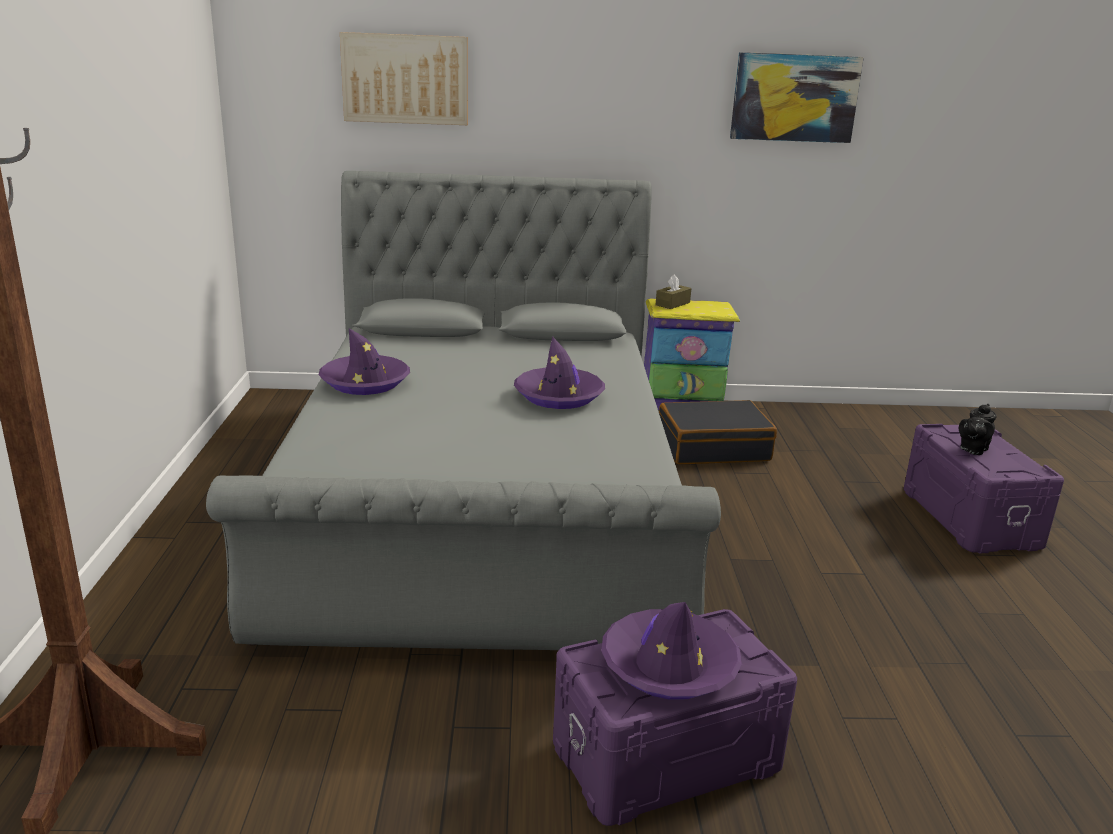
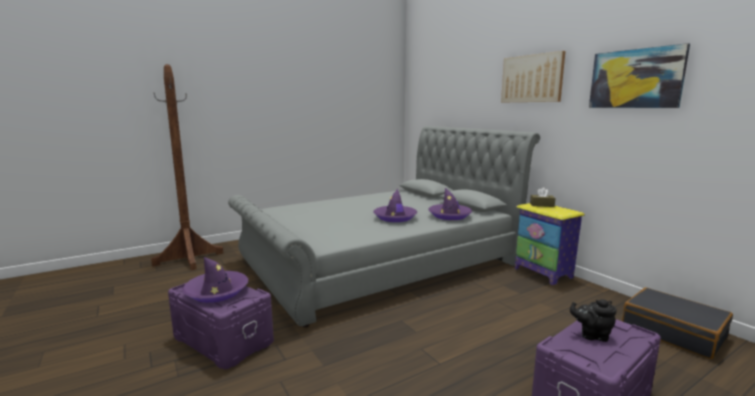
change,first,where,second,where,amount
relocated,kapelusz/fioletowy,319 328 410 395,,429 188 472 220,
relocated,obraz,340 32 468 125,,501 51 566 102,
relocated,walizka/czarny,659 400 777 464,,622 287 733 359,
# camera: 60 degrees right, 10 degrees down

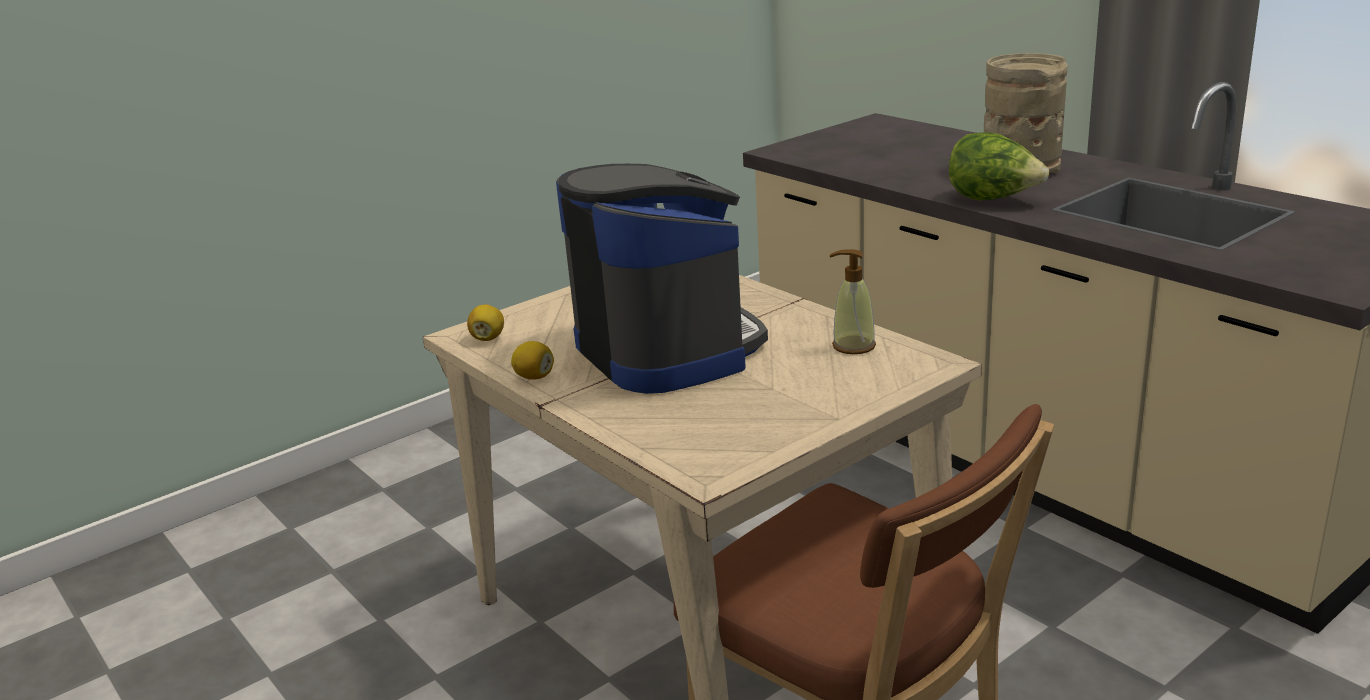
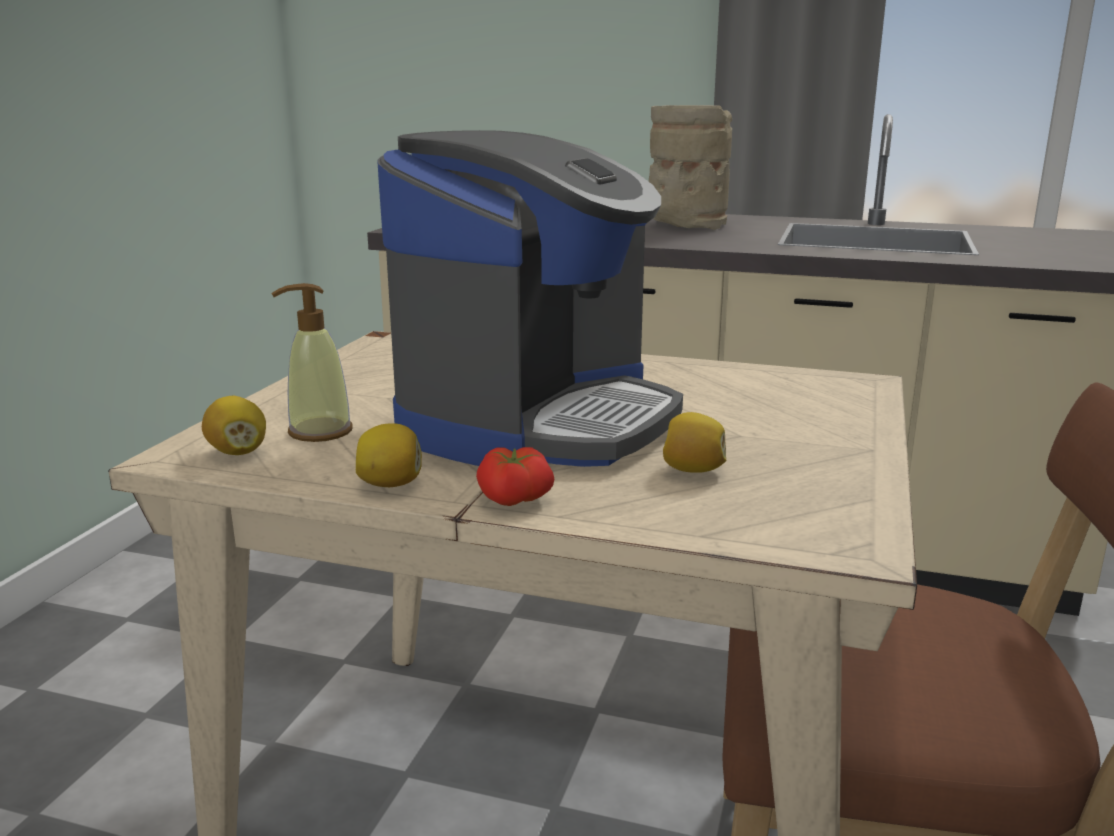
change,first,where,second,where,amount
spun,ekspres do kawy,556 164 768 394,,377 130 683 467,90 degrees clockwise
relocated,dozownik mydła,830 249 876 354,,271 283 353 442,
missing,sałata,949 133 1049 201,,,
appeared,,,pomidor,476 447 554 506,
appeared,,,cytryna,663 412 727 473,
# camera: 35 degrees left, 5 degrees down

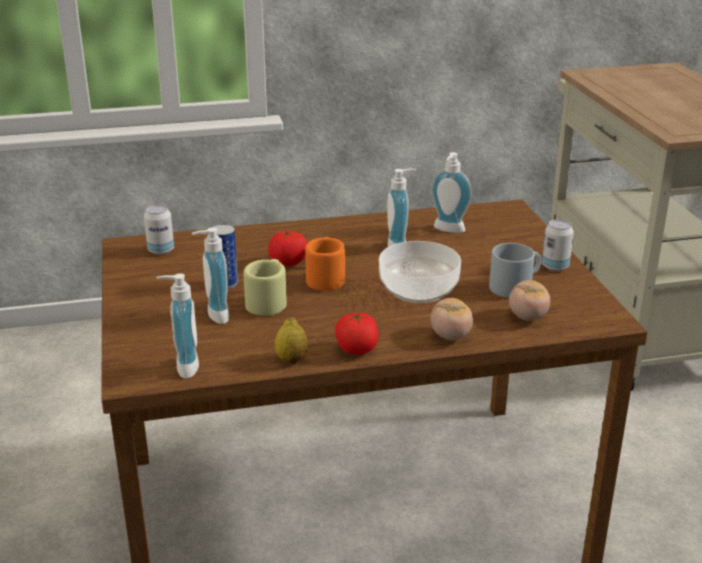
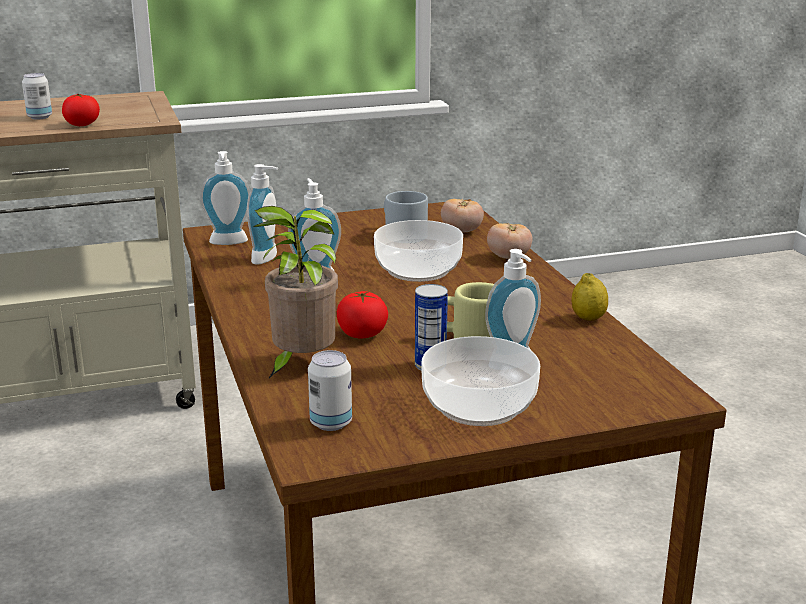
change,first,where,second,where,amount
relocated,dozownik mydła,156 274 199 379,,200 151 250 245,
missing,kubek/pomarańczowy,305 237 345 291,,,
relocated,pomidor,335 311 378 354,,62 94 100 126,
relocated,puszka,542 219 574 271,,22 73 52 119,
appeared,,,roślina doniczkowa,253 206 338 379,
appeared,,,miska,422 336 540 426,
# camera: 95 degrees left, 5 degrees down

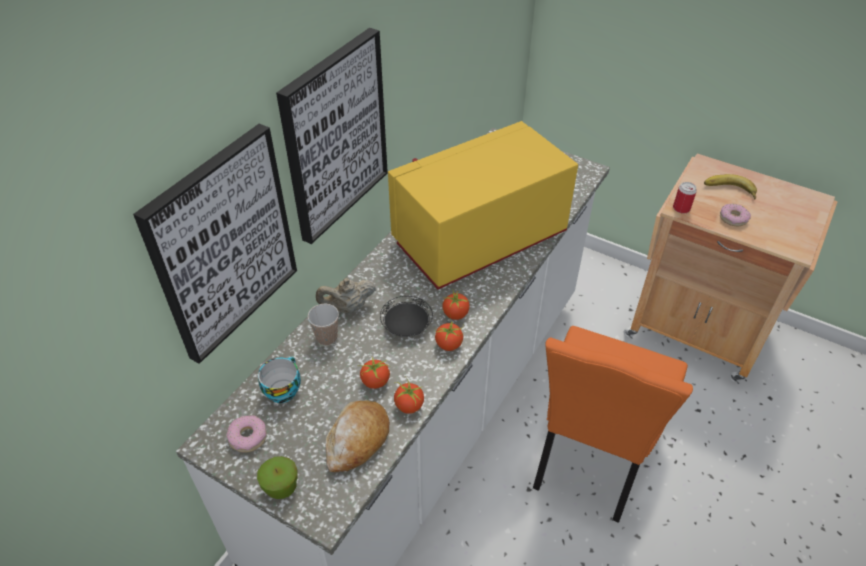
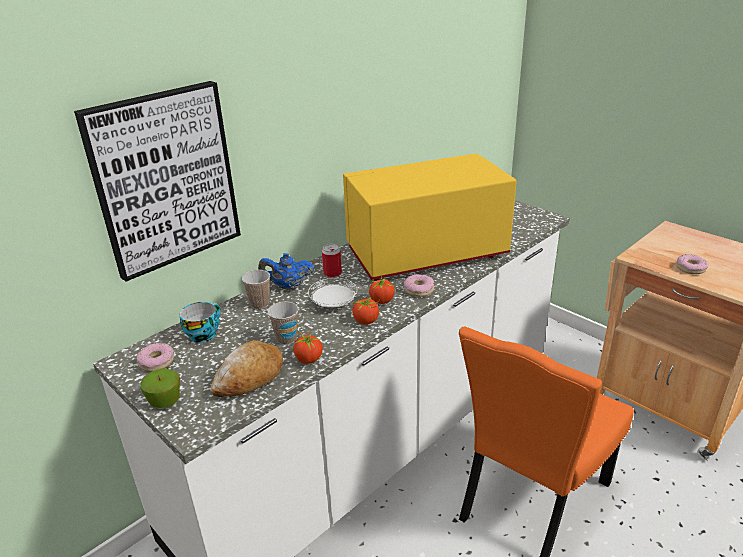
change,first,where,second,where,amount
missing,obraz,276 28 388 244,,,
colour,imbryk/beżowy,316 278 376 314,imbryk/niebieski,258 253 314 289,
exchanged,pomidor,357 357 390 389,filiżanka,268 302 299 345,
colour,talerz/czarny,380 296 433 337,talerz/biały,308 278 357 307,
relocated,puszka,673 182 697 214,,322 244 342 278,
missing,banan,704 174 757 200,,,
appeared,,,donut,404 274 434 297,
# camera: 15 degrees right, 15 degrees down

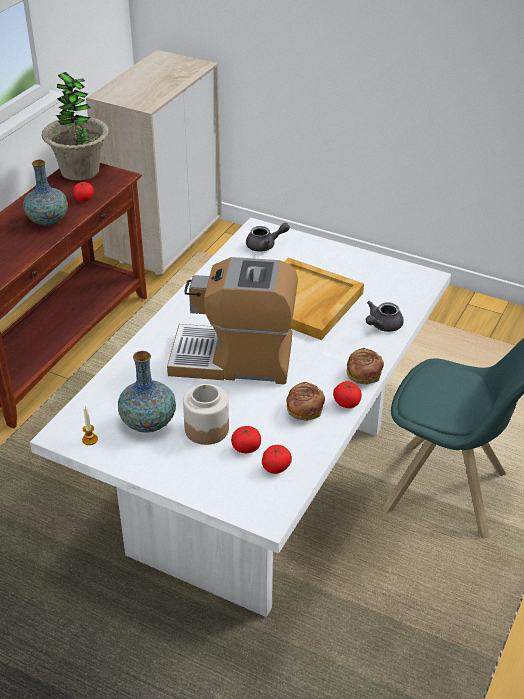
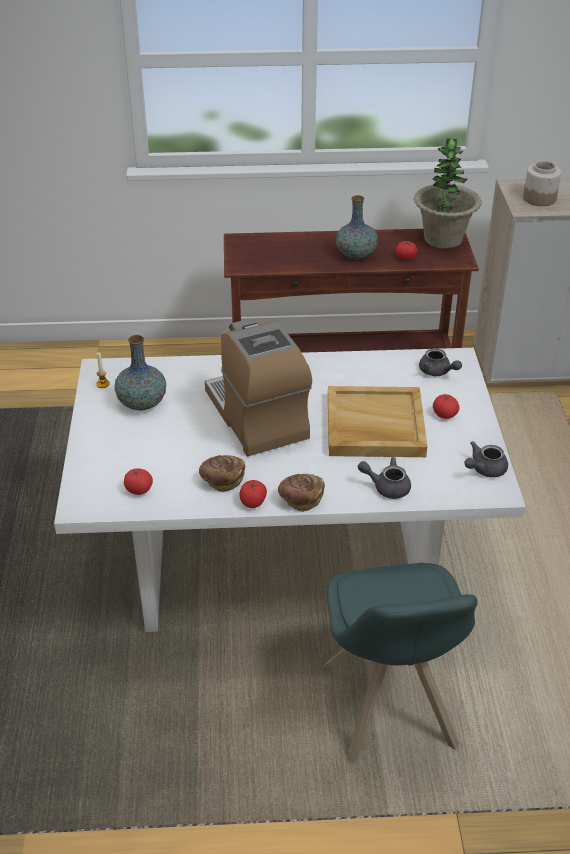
change,first,where,second,where,amount
relocated,słoik,183 384 229 445,,523 161 561 206,
relocated,pomidor,231 426 261 453,,433 394 460 419,
appeared,,,imbryk/szary,464 441 508 477,
# camera: 60 degrees right, 0 degrees up

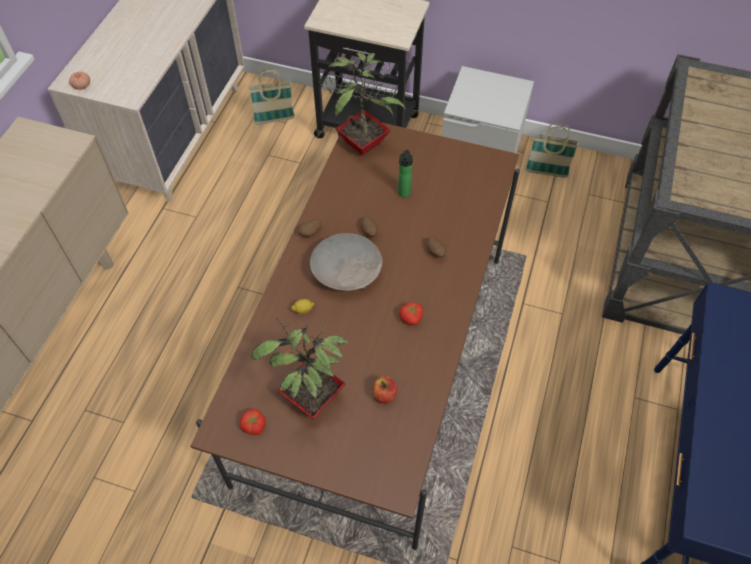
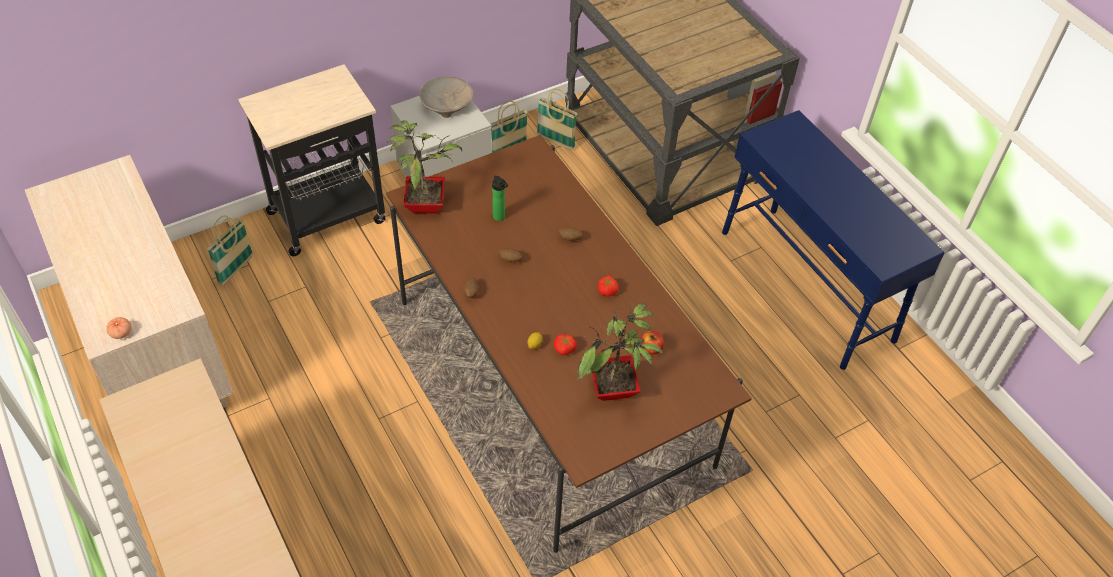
change,first,where,second,where,amount
relocated,pomidor,239 409 266 435,,554 334 577 355,
relocated,miska/beżowy,310 233 382 291,,419 76 473 118,
appeared,,,koszyk,536 89 578 150,
# camera: 50 degrees left, 5 degrees down

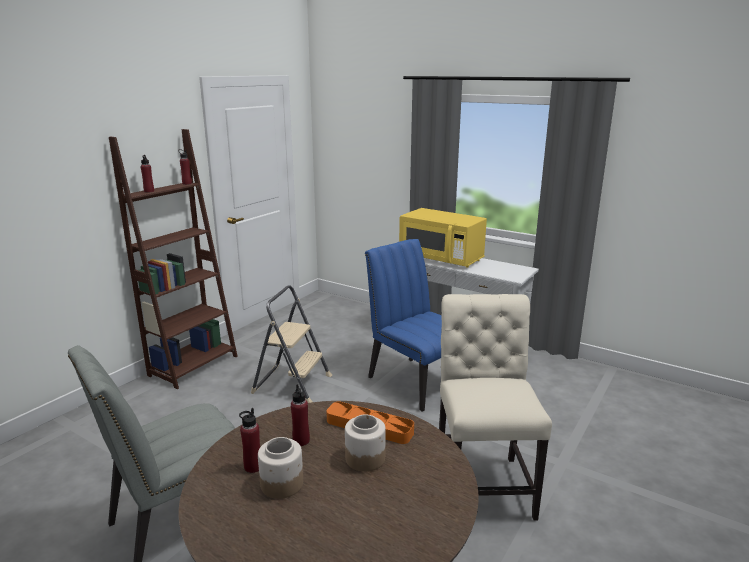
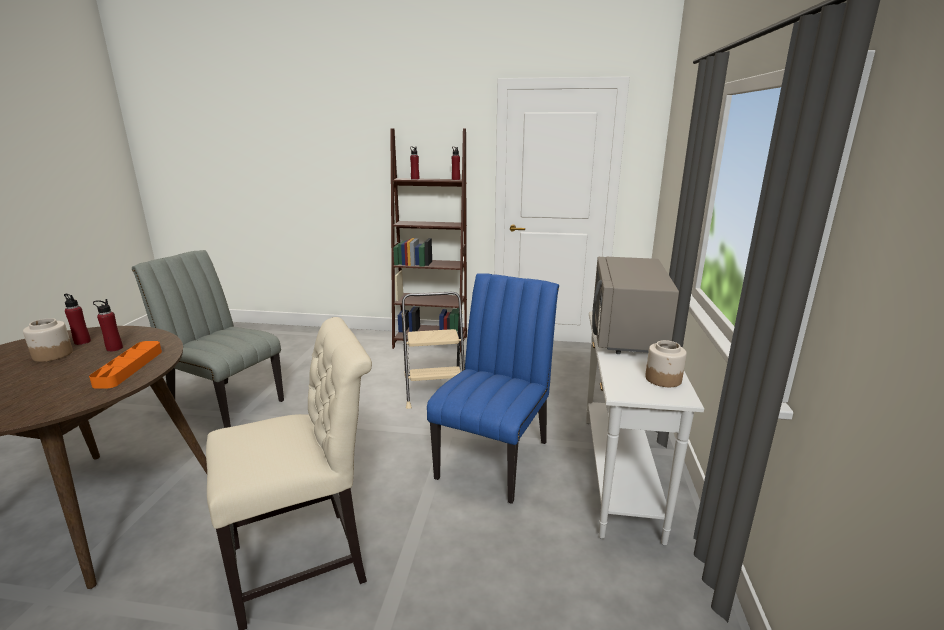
change,first,where,second,where,amount
relocated,słoik,345 414 386 472,,645 340 687 387,
colour,mikrofalówka/żółty,399 208 487 268,mikrofalówka/szary,592 257 679 354,
# camera: 65 degrees right, 0 degrees up

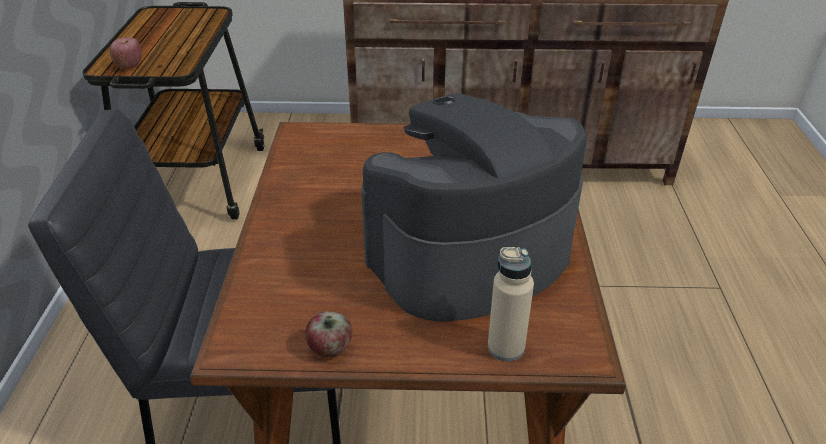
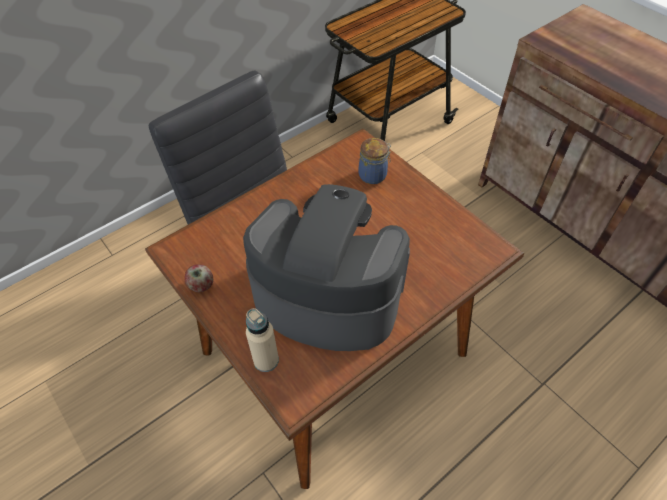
change,first,where,second,where,amount
missing,jabłko,110 37 141 69,,,
appeared,,,słoik,359 138 391 184,
# camera: 50 degrees right, 15 degrees up

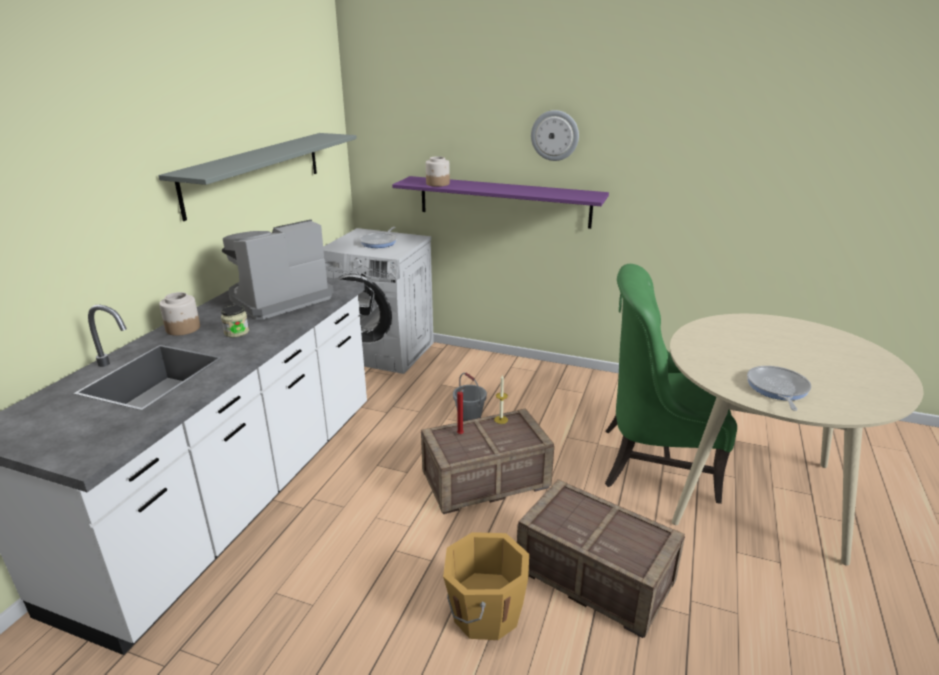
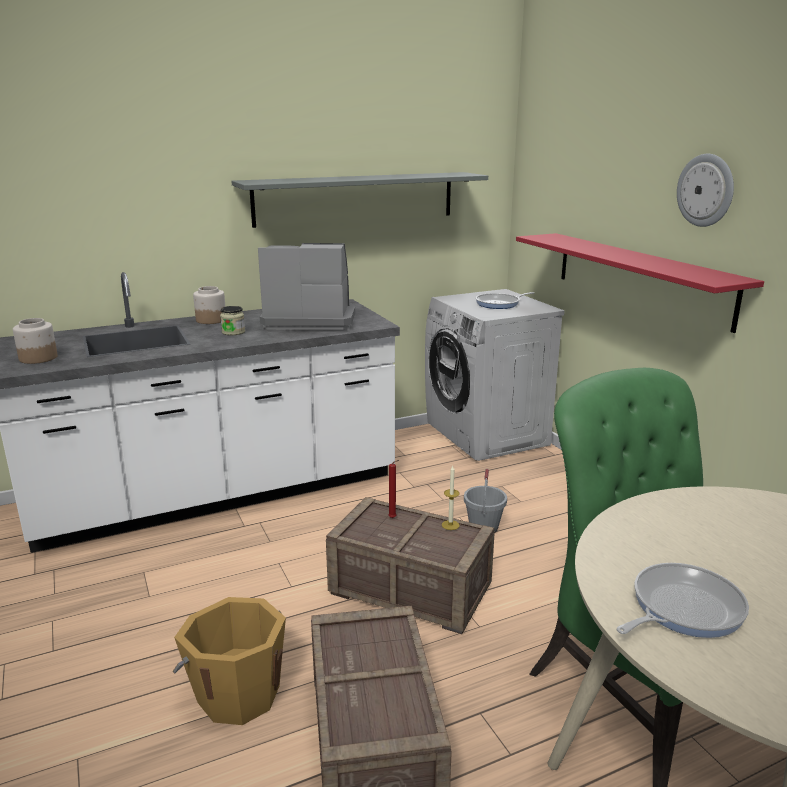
change,first,where,second,where,amount
colour,półka/fioletowy,392 176 609 229,półka/czerwony,516 233 764 333,
relocated,słoik,426 156 450 187,,13 318 58 364,
# camera: 45 degrees right, 5 degrees down

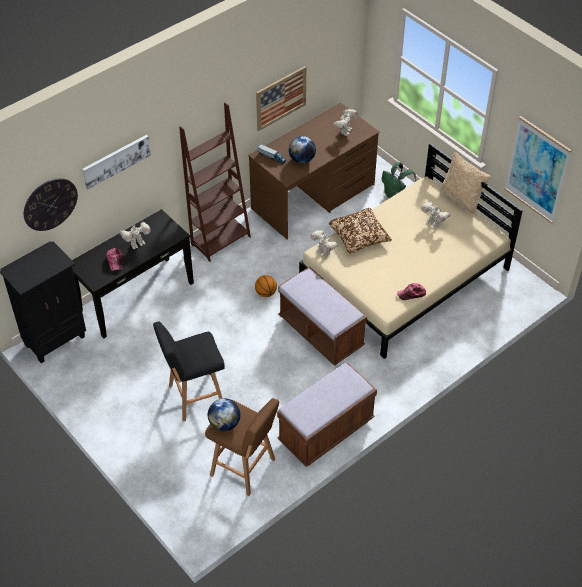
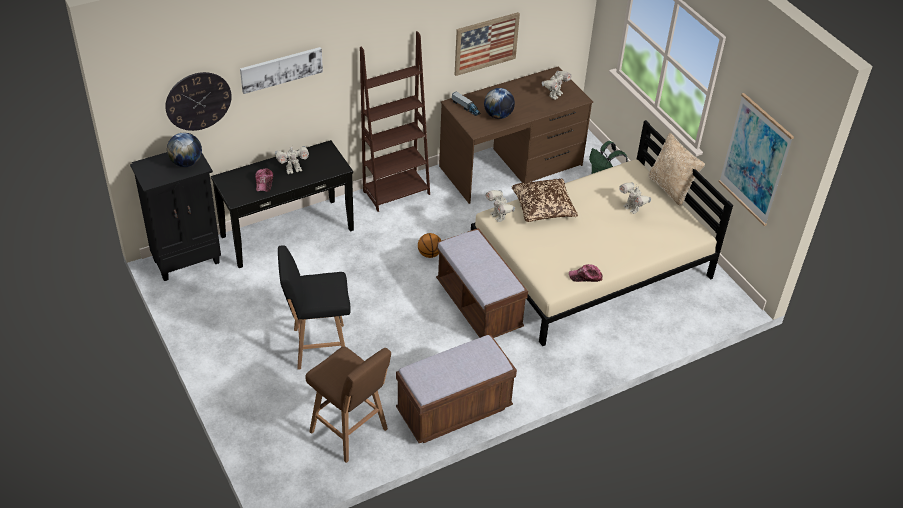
change,first,where,second,where,amount
relocated,globus,208 398 241 431,,167 133 202 167,
# camera: 10 degrees right, 5 degrees down

